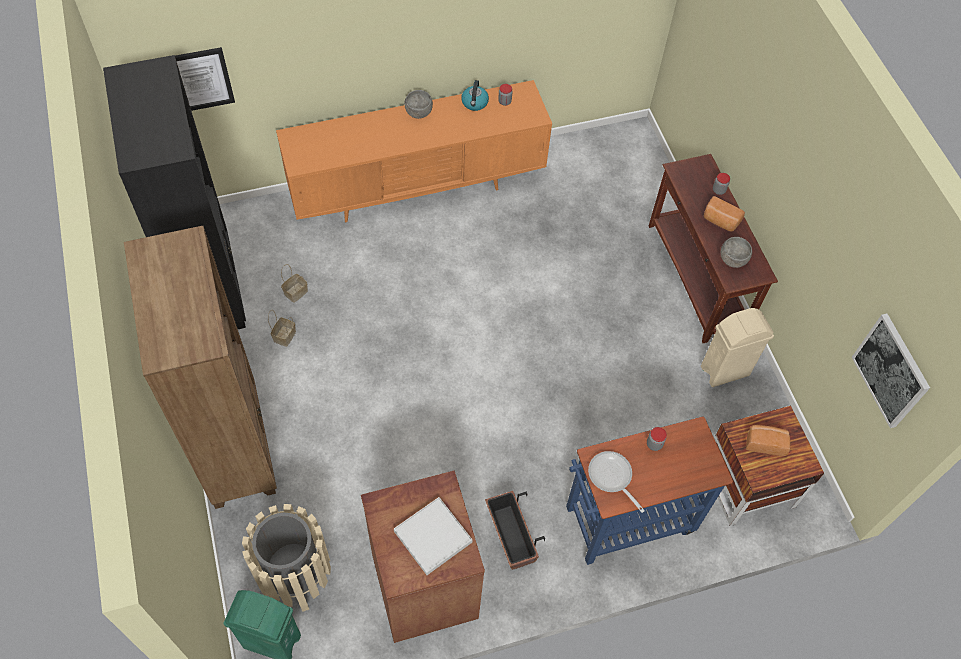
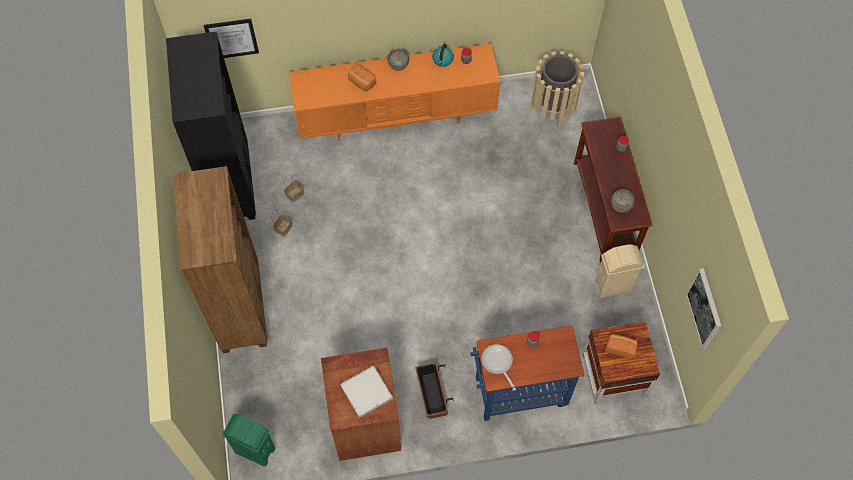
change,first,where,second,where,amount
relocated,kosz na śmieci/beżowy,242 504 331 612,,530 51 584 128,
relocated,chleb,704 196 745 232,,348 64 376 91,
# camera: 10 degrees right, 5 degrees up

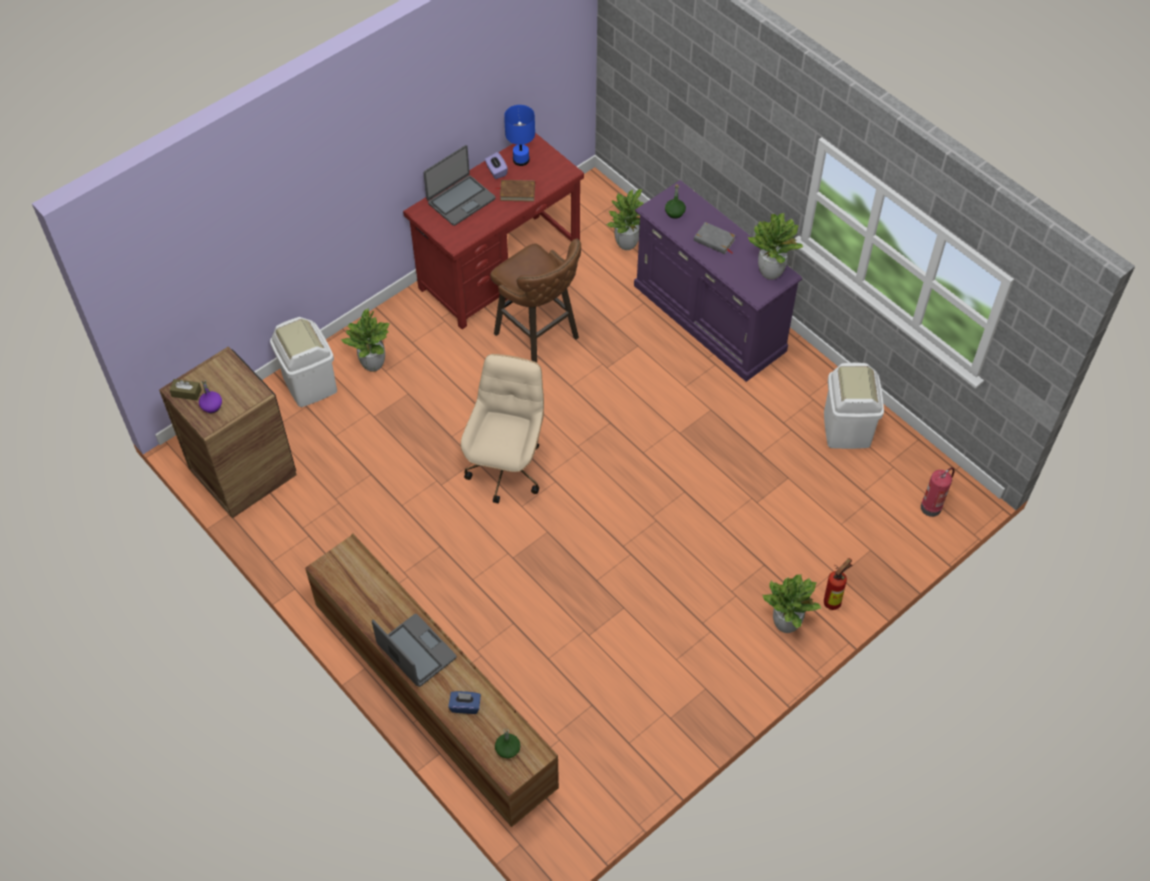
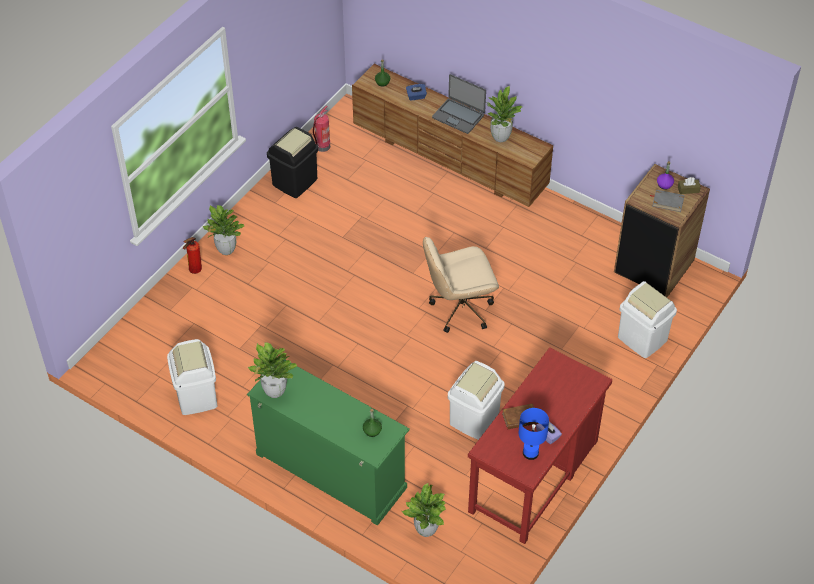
change,first,where,second,where,amount
relocated,roślina doniczkowa,341 308 390 372,,485 86 522 142,
missing,laptop,423 145 496 226,,,
spun,krzesło biurowe/beżowy,461 354 544 503,,423 237 499 333,75 degrees clockwise
exchanged,stołek/brązowy,490 238 581 363,kosz na śmieci/biały,448 361 505 440,
colour,szafka/fioletowy,634 180 802 382,szafka/zielony,247 360 410 526,
relocated,książka/szary,694 222 736 254,,650 190 685 212,
relocated,gaśnica,921 467 954 517,,313 106 330 152,
appeared,,,kosz na śmieci/czarny,267 127 318 198,
# camera: 165 degrees right, 5 degrees down

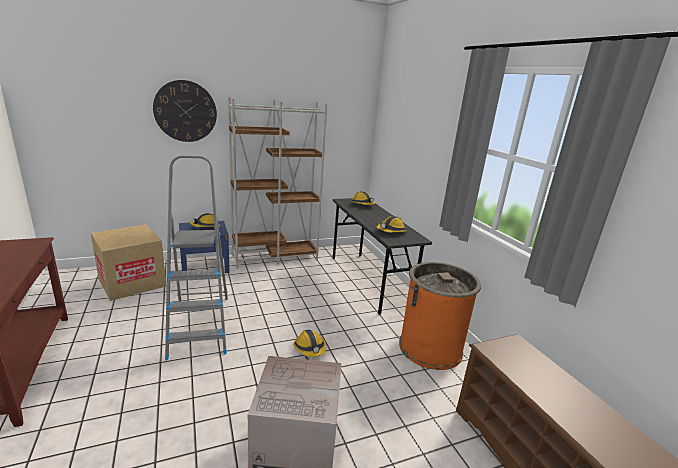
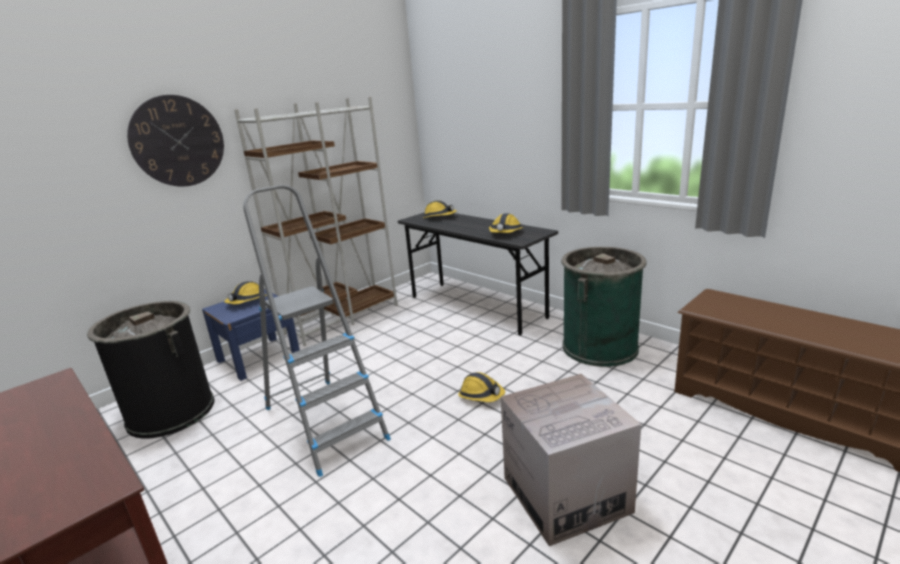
change,first,where,second,where,amount
exchanged,karton,91 224 166 301,kosz na śmieci/czarny,87 301 214 439,
colour,kosz na śmieci/pomarańczowy,399 262 481 370,kosz na śmieci/zielony,561 247 647 367,
# camera: 20 degrees left, 0 degrees up

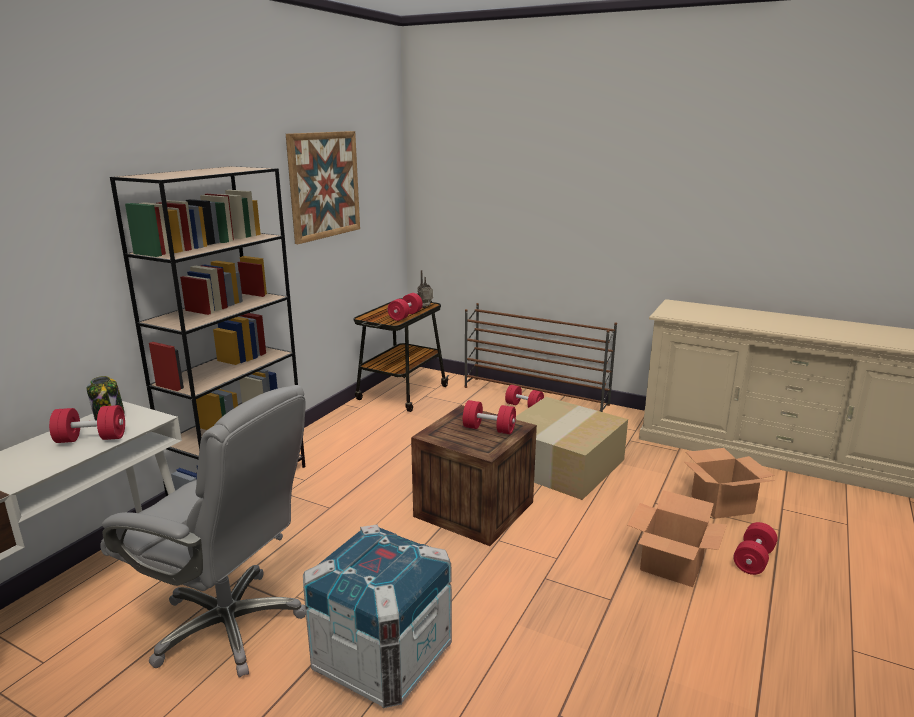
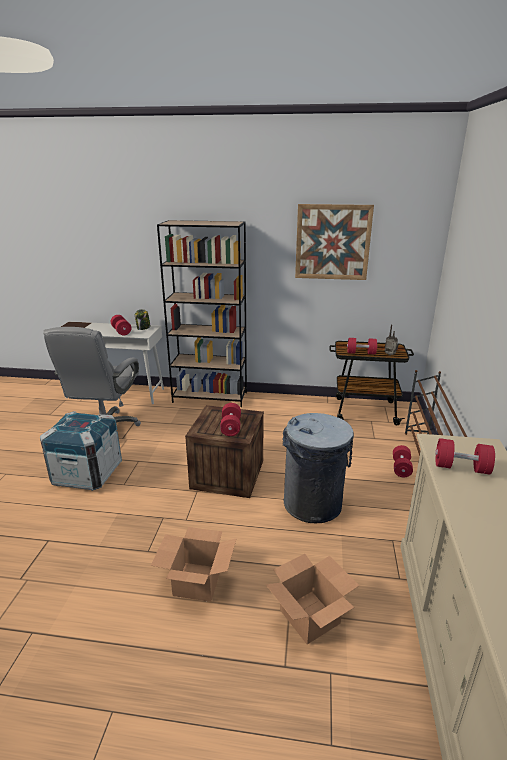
change,first,where,second,where,amount
exchanged,karton,516 397 628 500,kosz na śmieci/szary,282 413 354 523,
relocated,hantel/czerwony,733 522 777 575,,435 438 495 475,
# camera: 70 degrees right, 5 degrees up

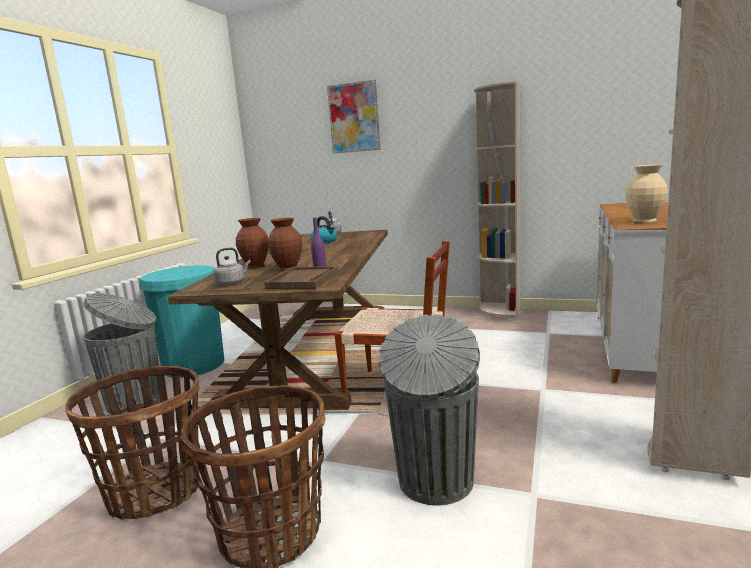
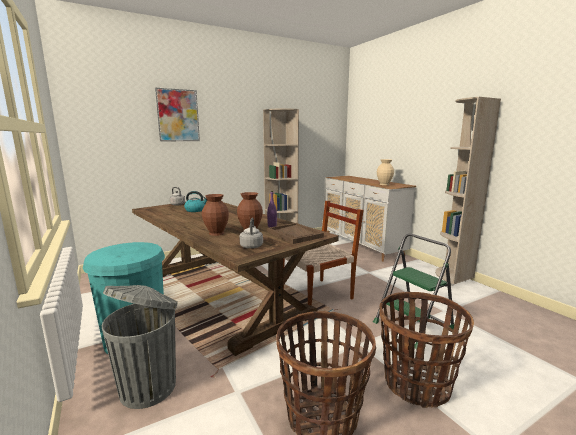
change,first,where,second,where,amount
exchanged,kosz na śmieci/szary,378 314 480 506,drabinka/zielony,373 234 454 349,
# camera: 50 degrees left, 0 degrees up

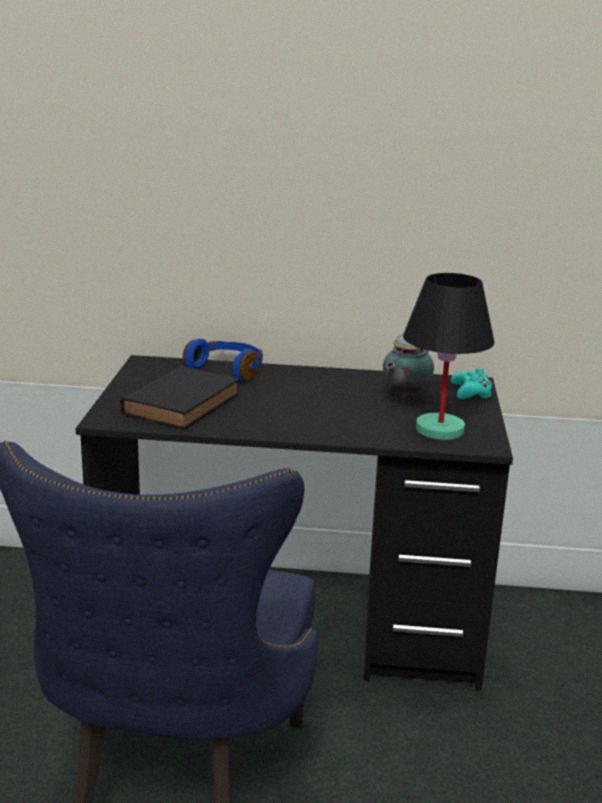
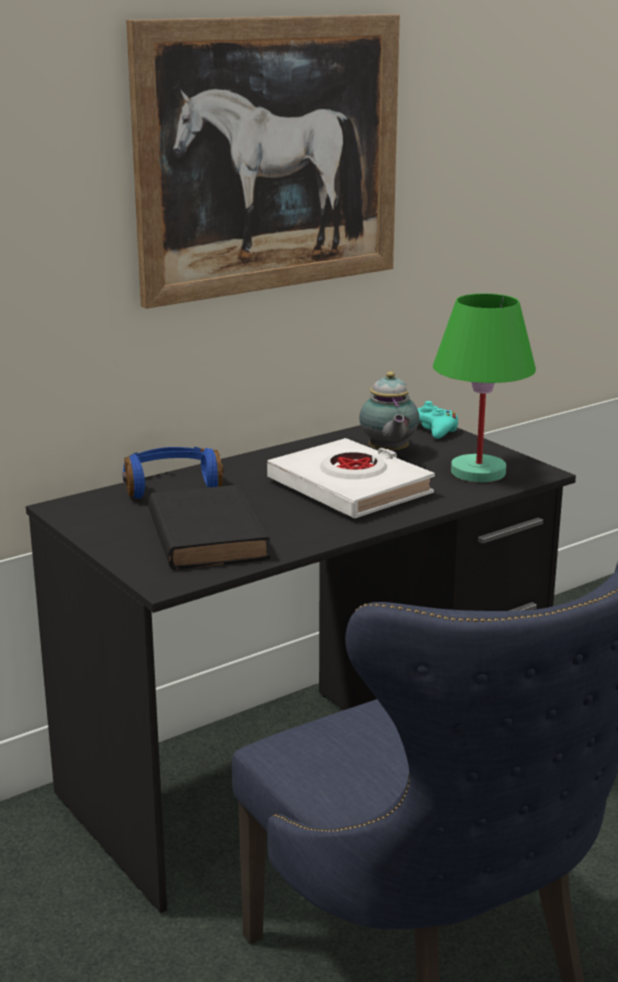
change,first,where,second,where,amount
colour,lampa stołowa/czarny,403 273 494 440,lampa stołowa/zielony,433 293 536 482,
appeared,,,obraz,126 14 400 309,
appeared,,,książka/biały,267 438 435 518,
# camera: 40 degrees left, 0 degrees up

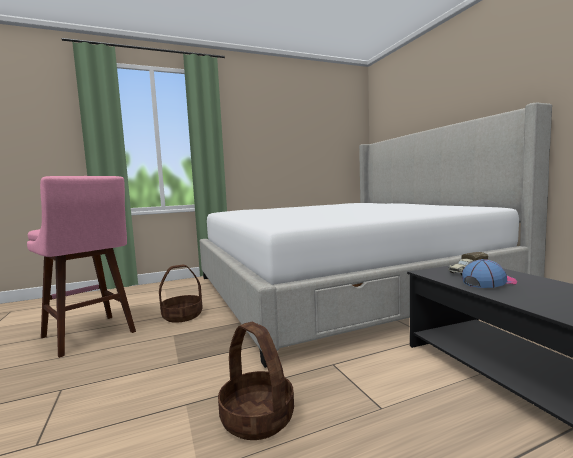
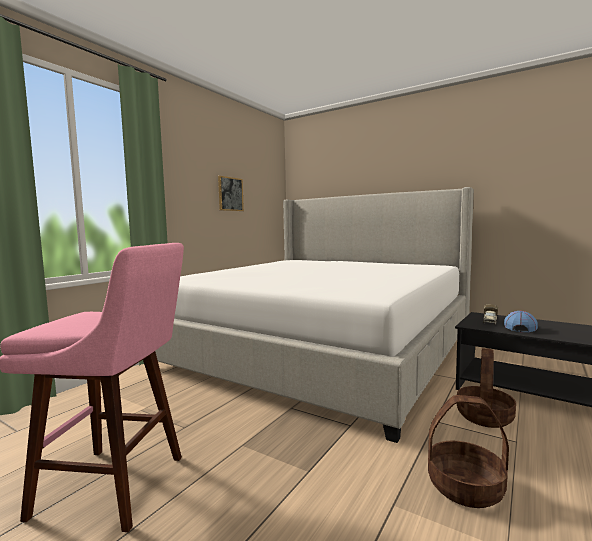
change,first,where,second,where,amount
relocated,koszyk,159 264 203 323,,457 348 516 428,
appeared,,,obraz,218 176 244 211,
# camera: 35 degrees left, 0 degrees up

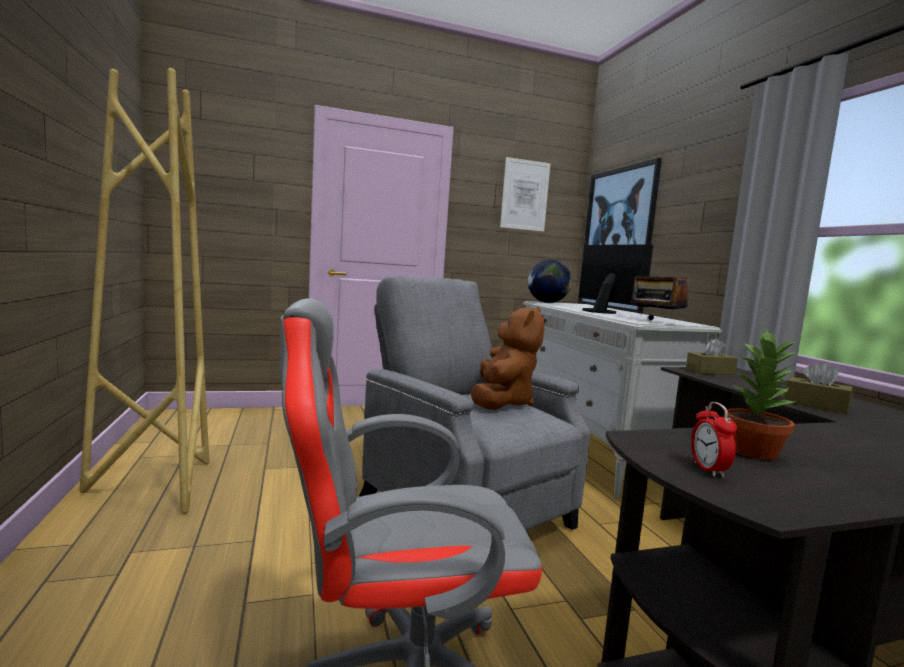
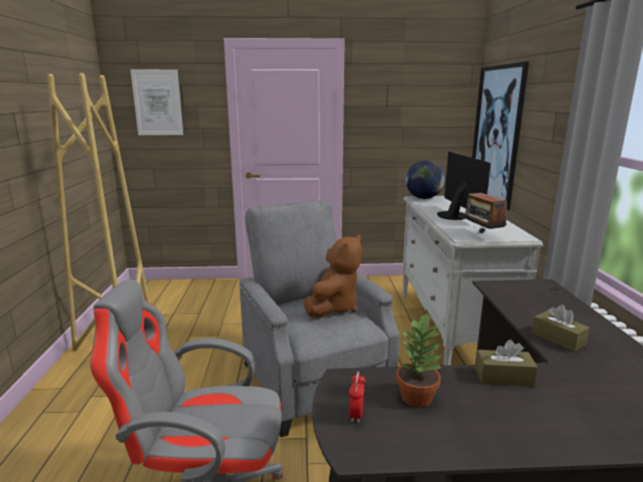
change,first,where,second,where,amount
relocated,obraz,500 157 551 232,,130 69 183 135,
relocated,pudełko chusteczek/brązowy,686 338 738 375,,475 340 538 386,
# camera: 15 degrees right, 10 degrees up

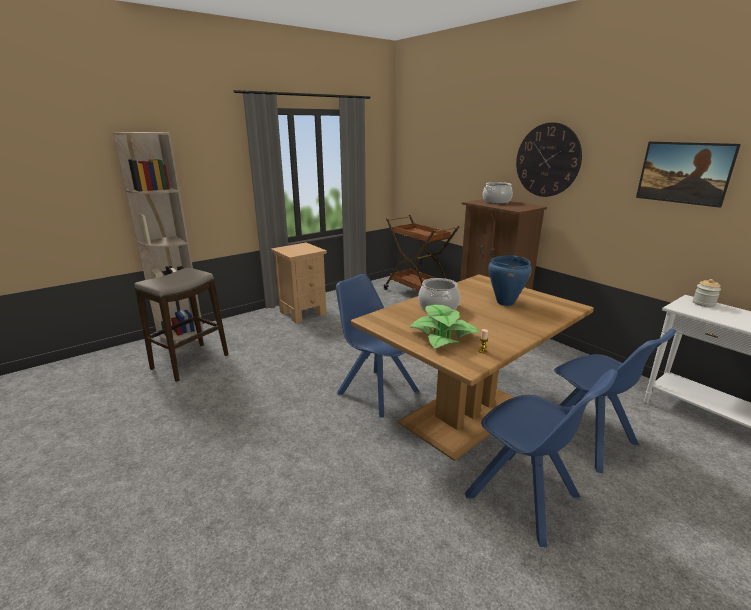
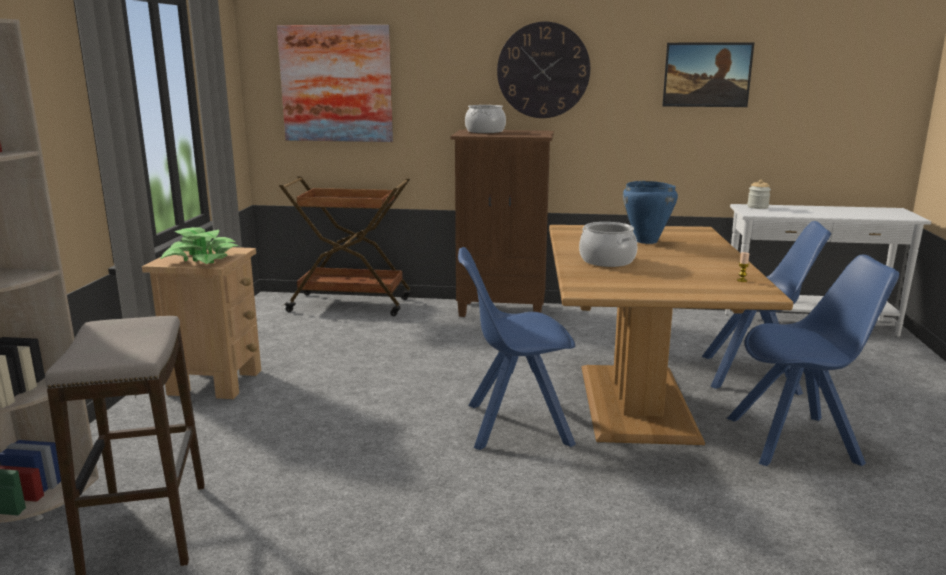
change,first,where,second,where,amount
relocated,roślina doniczkowa,409 305 480 349,,160 227 238 264,
appeared,,,obraz,277 25 393 142,
# camera: 45 degrees left, 5 degrees down

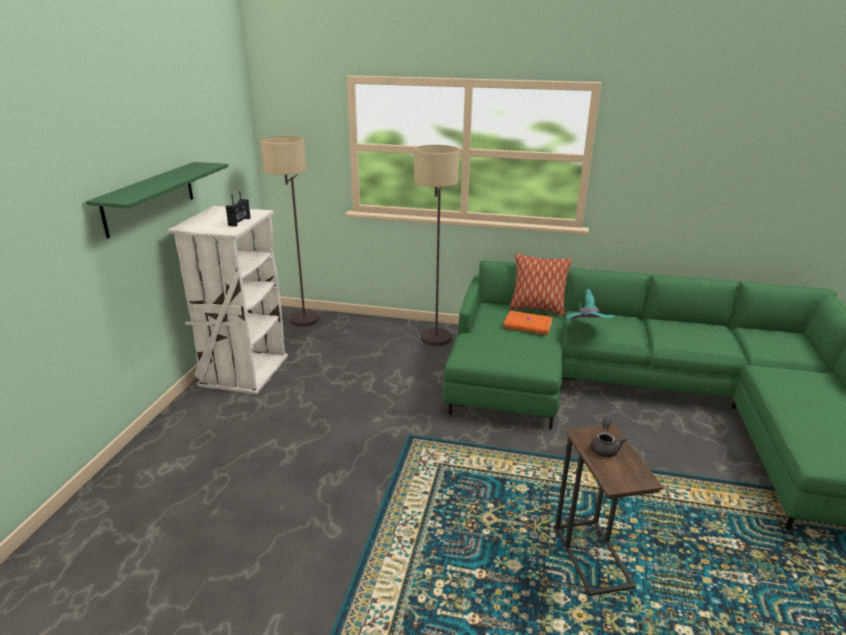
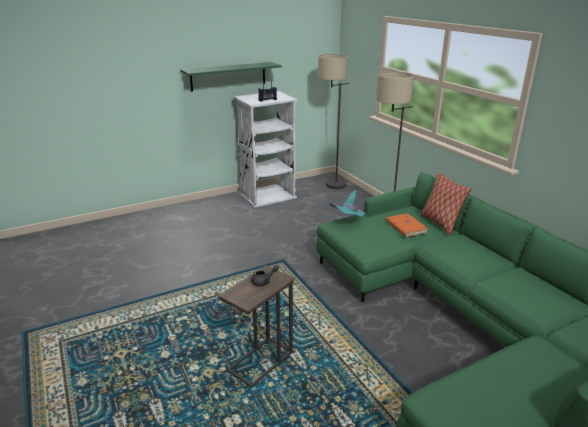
change,first,where,second,where,amount
relocated,kapelusz/turkusowy,565 289 615 320,,329 190 367 217,
# camera: 50 degrees right, 0 degrees up

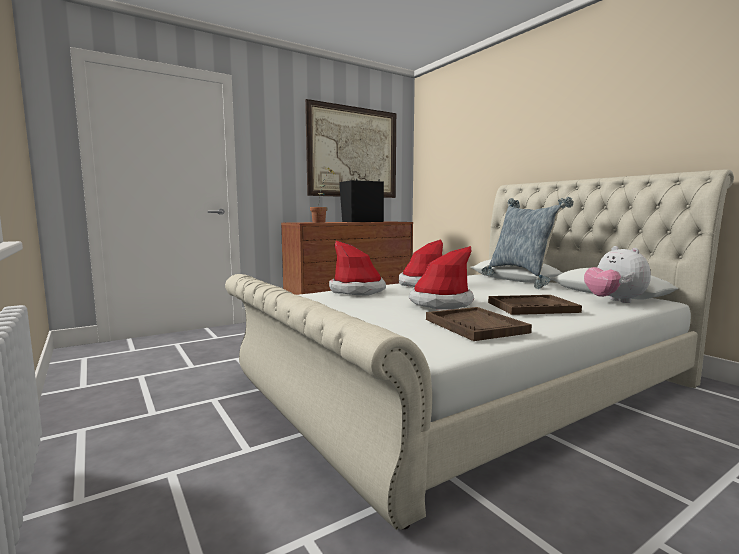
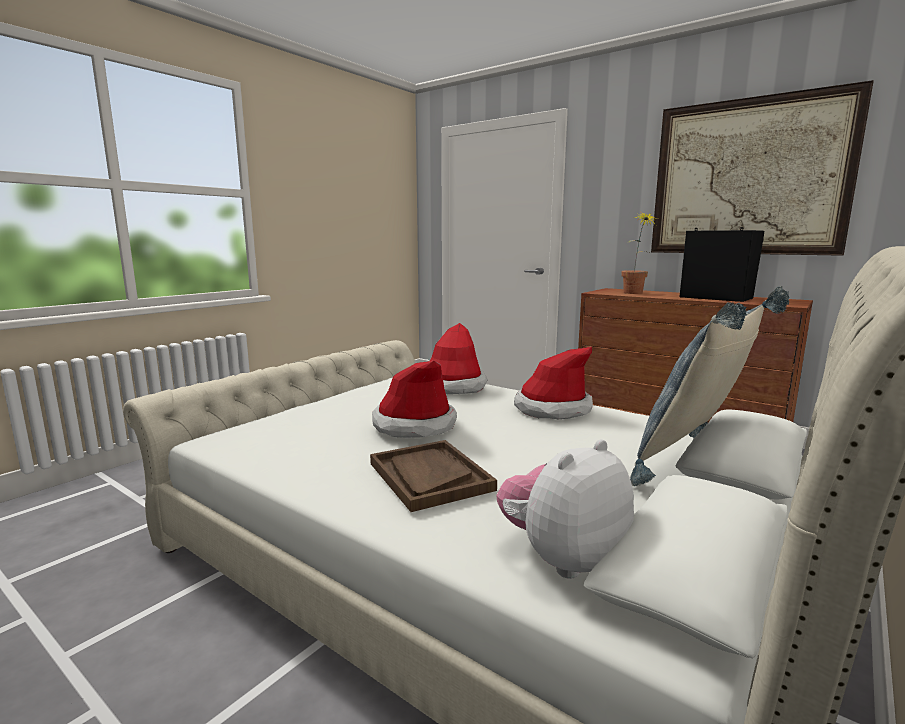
change,first,where,second,where,amount
missing,taca/brązowy,426 307 532 341,,,
# camera: 70 degrees right, 5 degrees up

